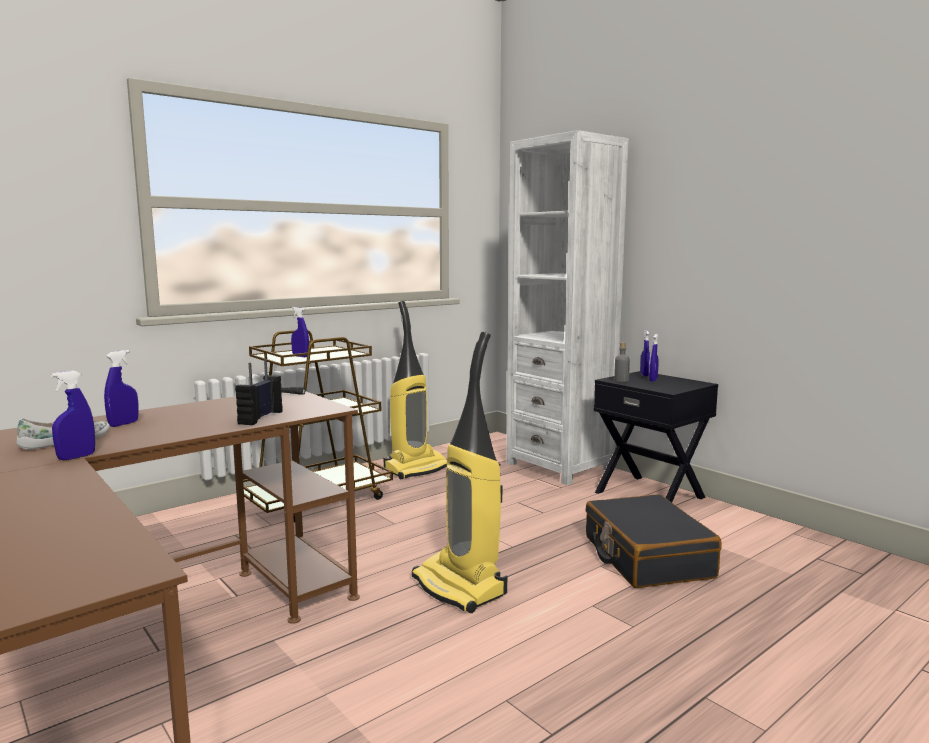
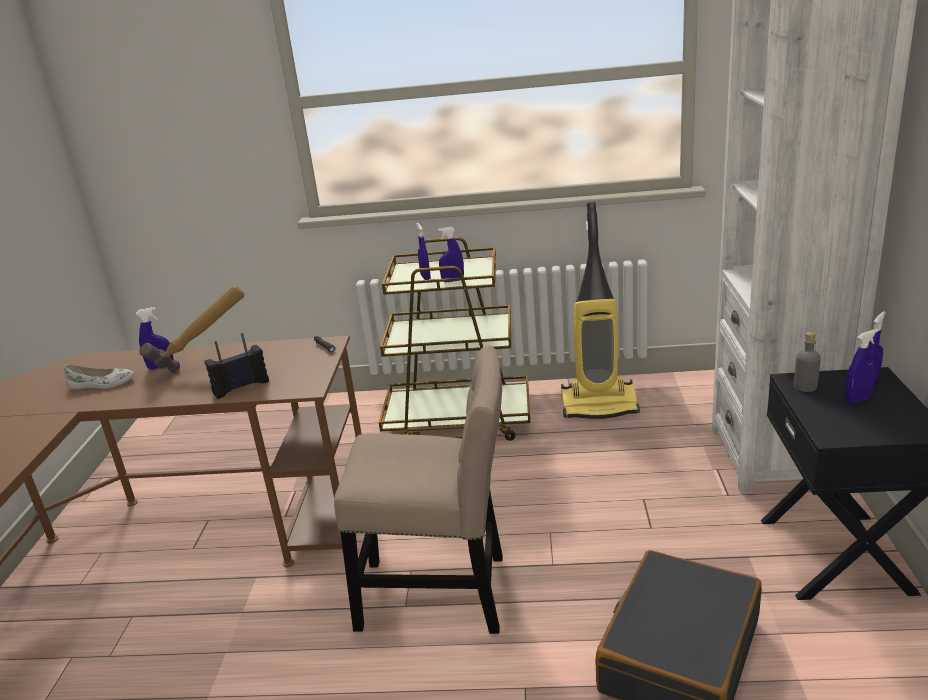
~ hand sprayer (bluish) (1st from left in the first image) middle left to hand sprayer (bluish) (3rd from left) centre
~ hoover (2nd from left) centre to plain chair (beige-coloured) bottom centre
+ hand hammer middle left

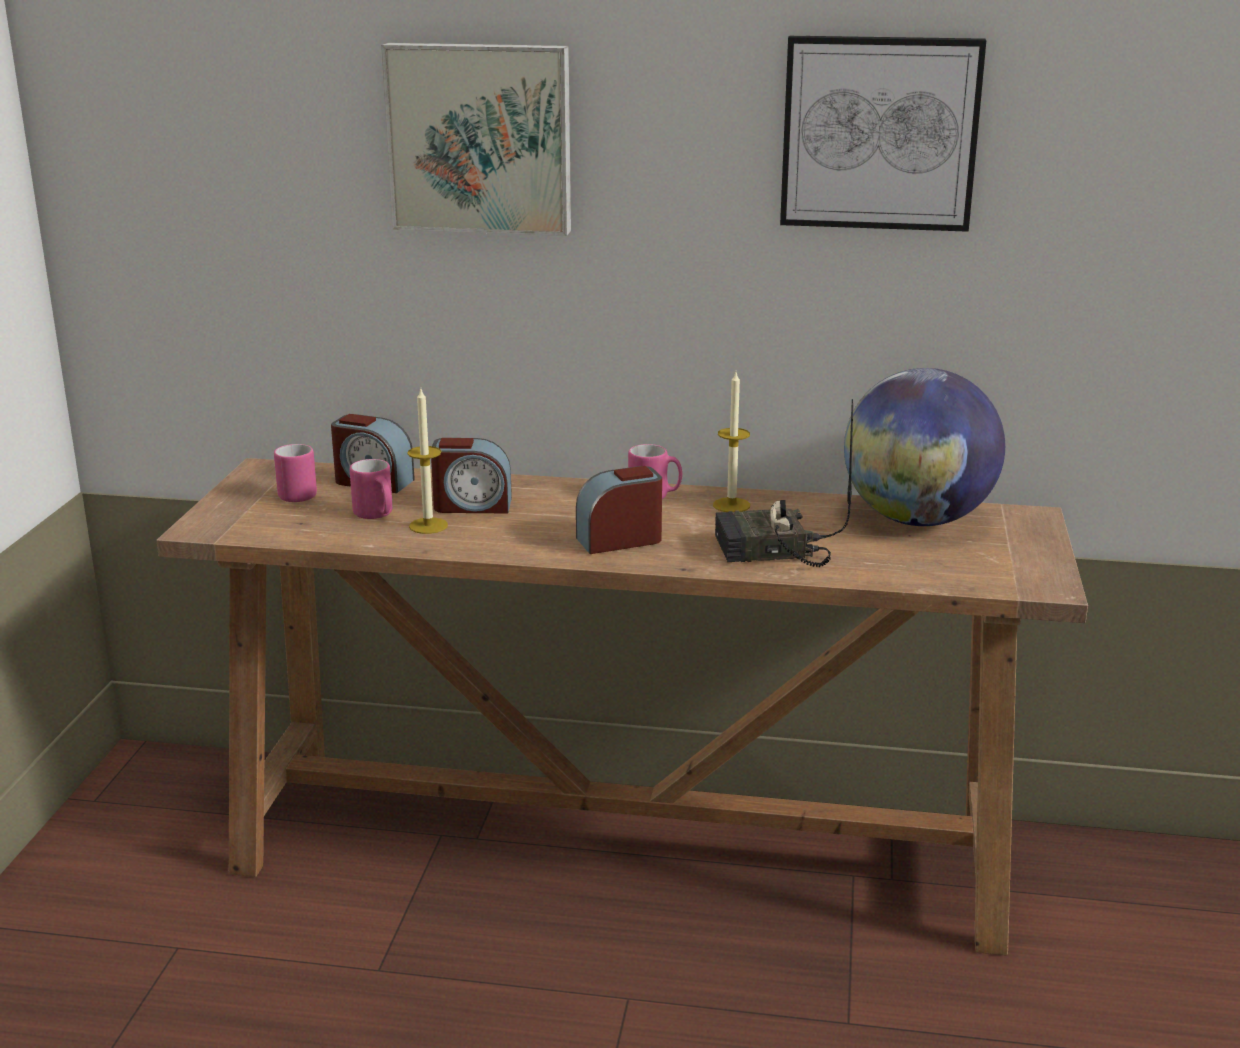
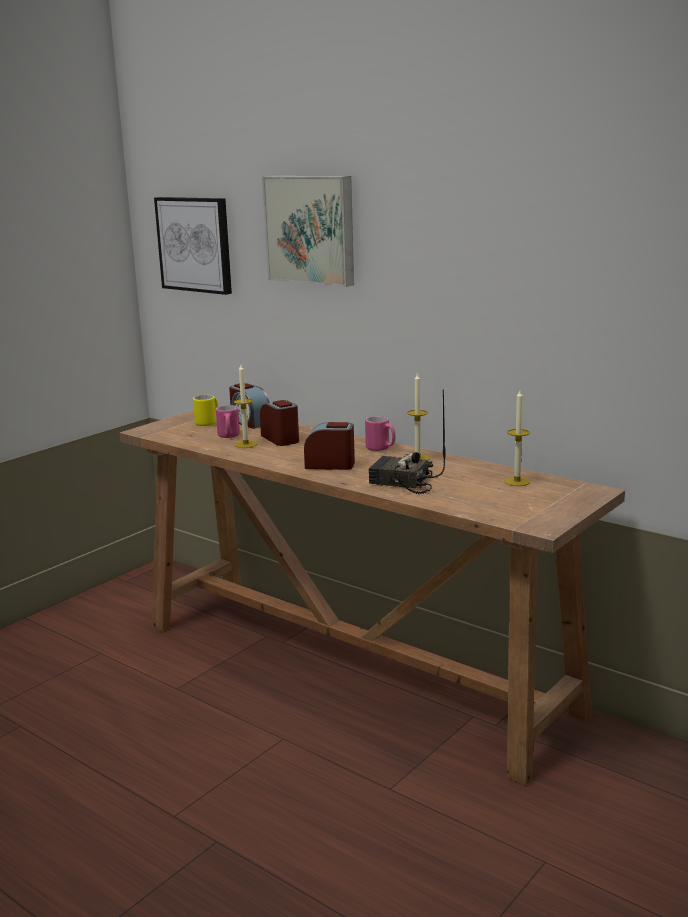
~ tea mug (pink-coloured) (1st from left) middle left to tea mug (yellow-coloured) middle left
~ alarm clock (2nd from left) centre = centre 150 degrees counterclockwise
~ picture (2nd from left in the first image) top right to picture (1st from left) top left
~ world globe middle right to wax candle (3rd from left) middle right

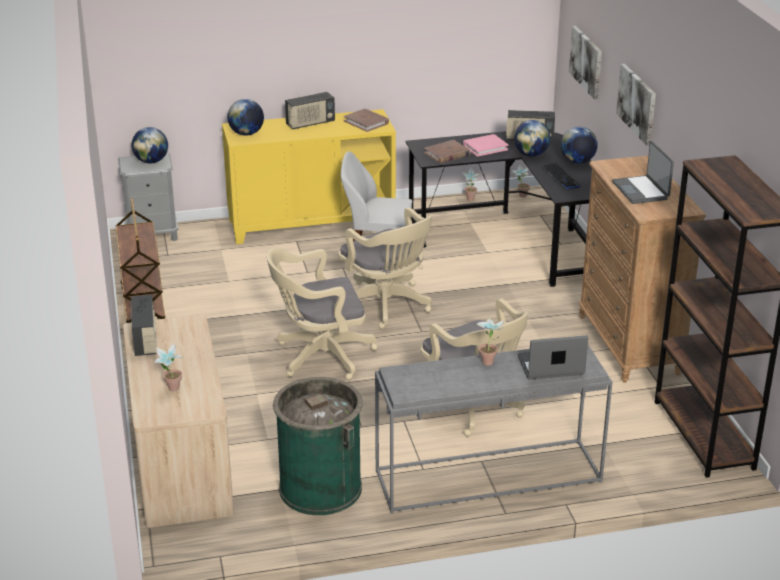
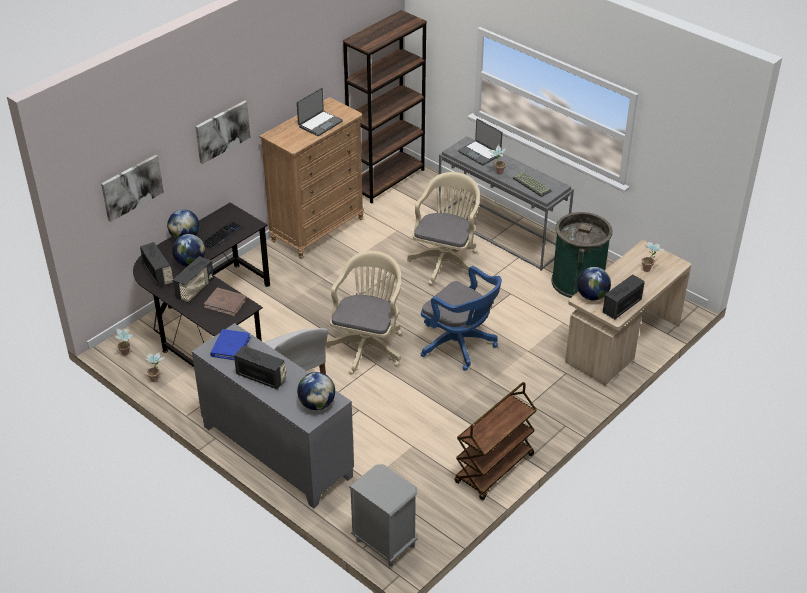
~ world globe (1st from left in the first image) top left to world globe (4th from left) middle right
~ cupboard (yellow-coloured) top centre to cupboard (greyish) bottom centre
~ office chair (beige-coloured) (1st from left) centre to office chair (bluish) centre
~ book (brown) (1st from left) top centre to book (bluish) middle left
~ book (pink-coloured) top centre to radio receiver (2nd from left) middle left
+ computer keyboard (2nd from left) top centre

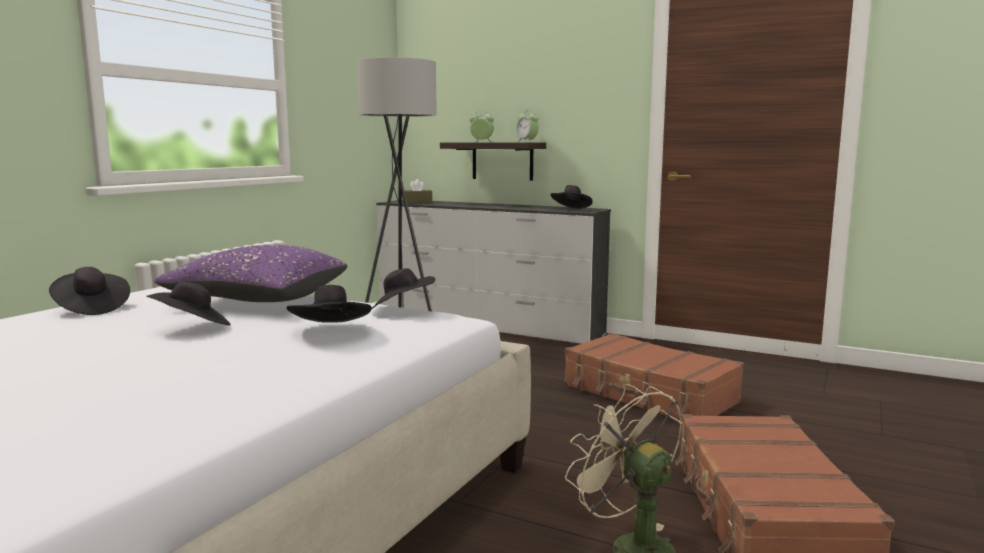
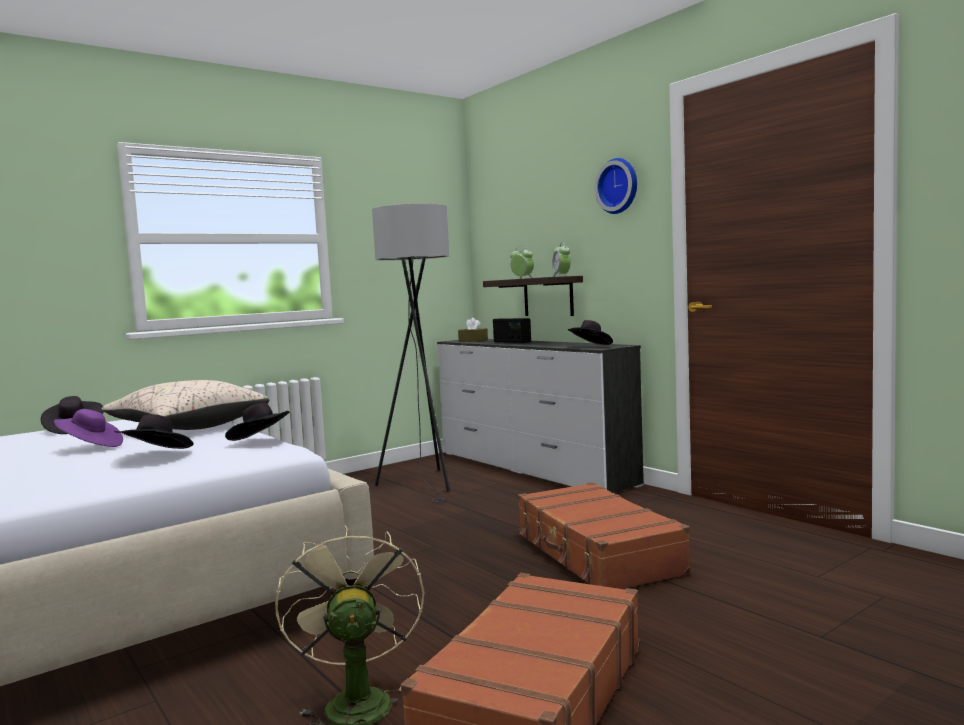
~ hat (black-coloured) (2nd from left) middle left to hat (purplish) middle left
~ pillow (purplish) middle left to pillow (beige-coloured) middle left
+ radio receiver centre
+ clock on the wall top centre

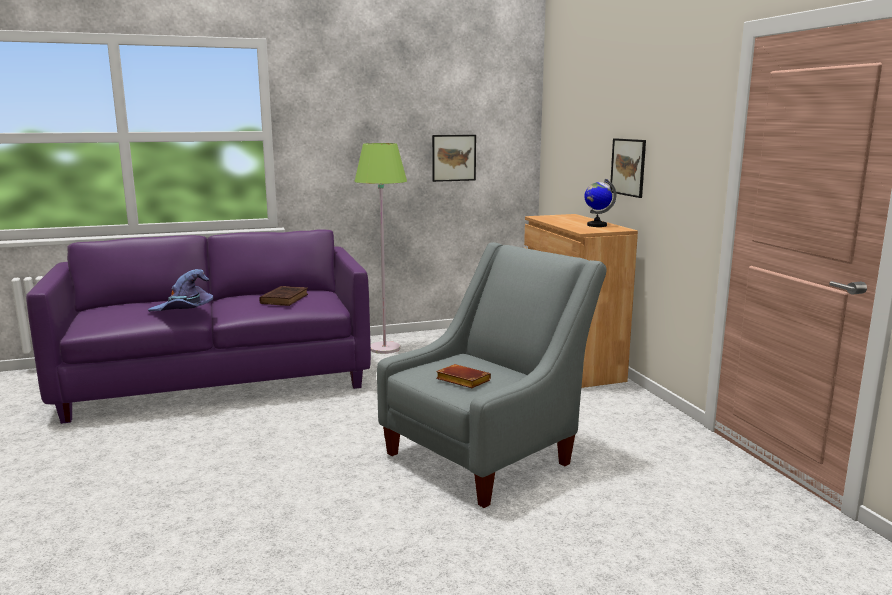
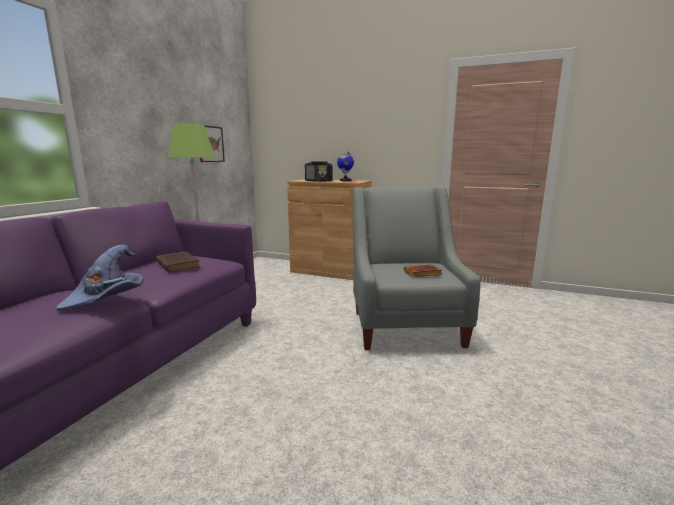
- picture (2nd from left) top right
+ radio receiver centre

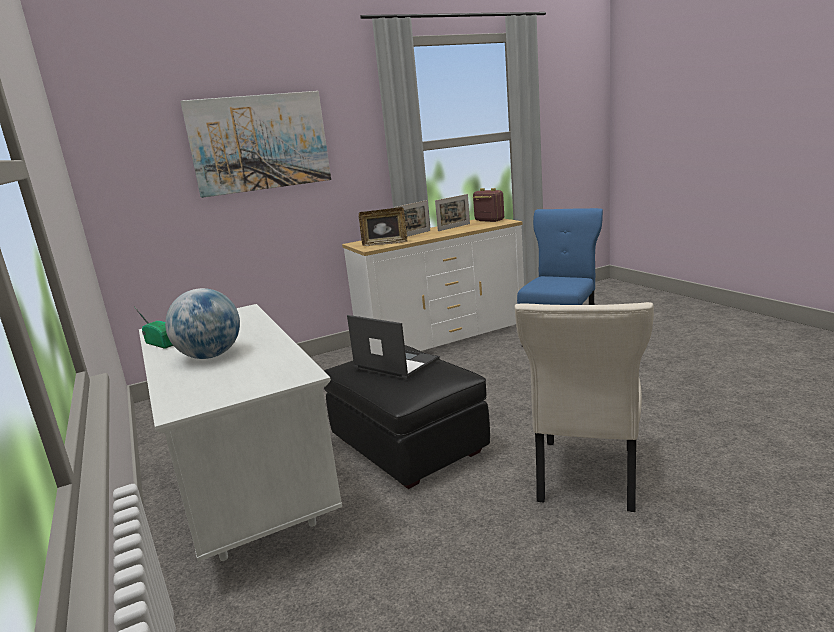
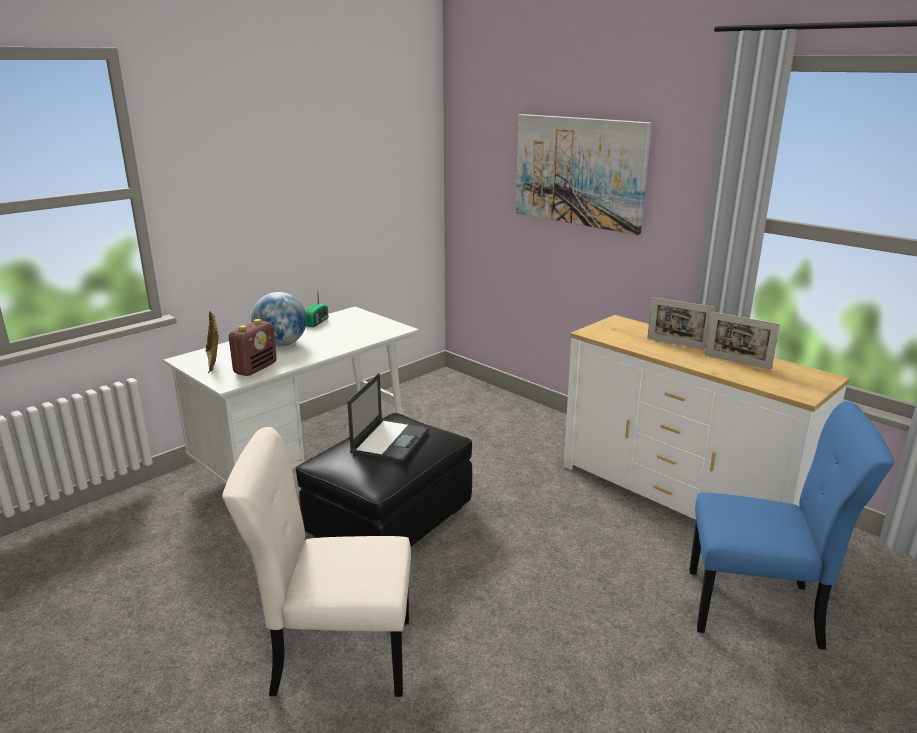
~ photo frame (1st from left) centre to middle left
~ radio receiver (2nd from left in the first image) top centre to radio receiver (1st from left) middle left

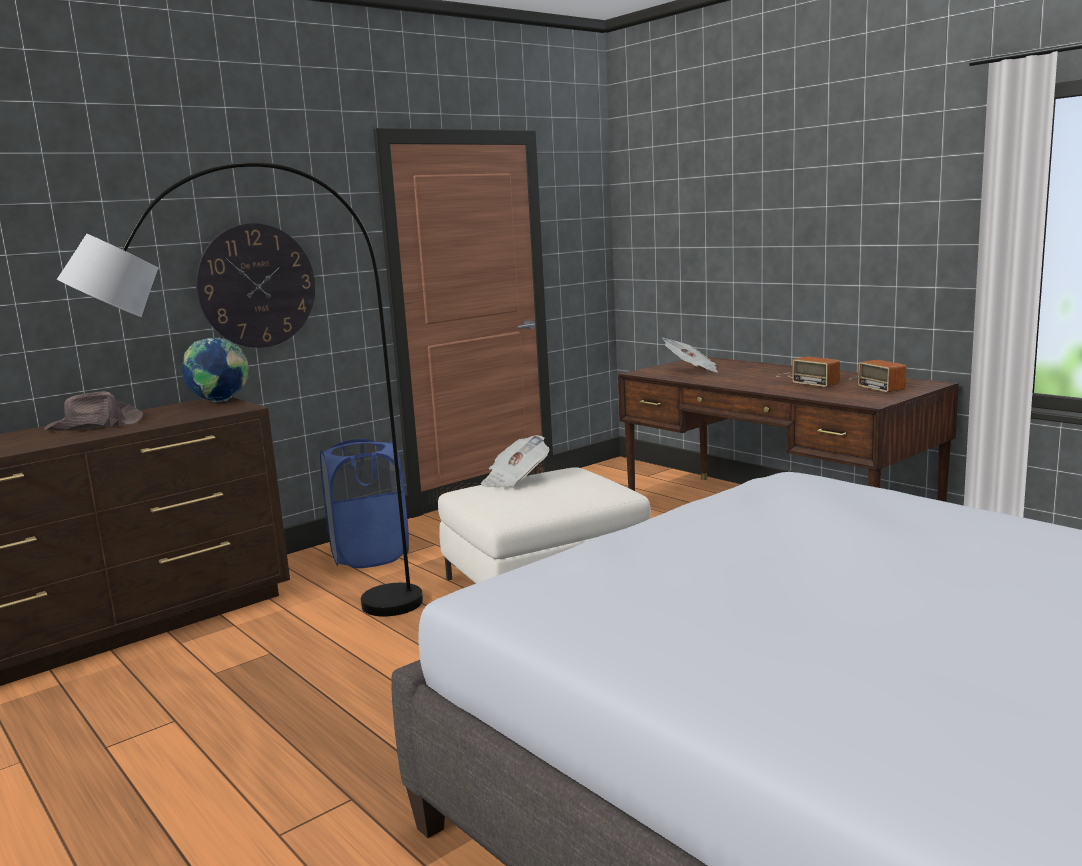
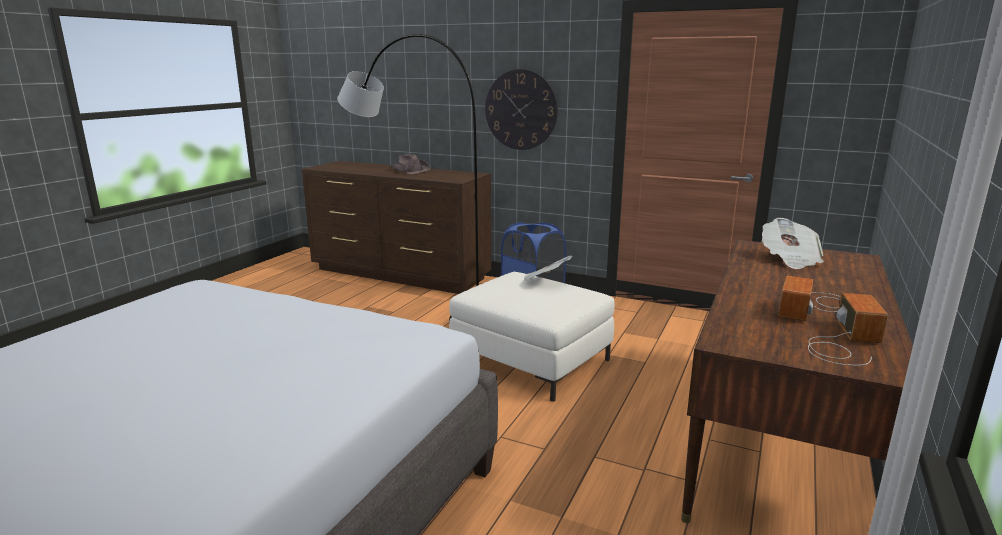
- world globe middle left
~ radio receiver (2nd from left) middle right = middle right 150 degrees clockwise

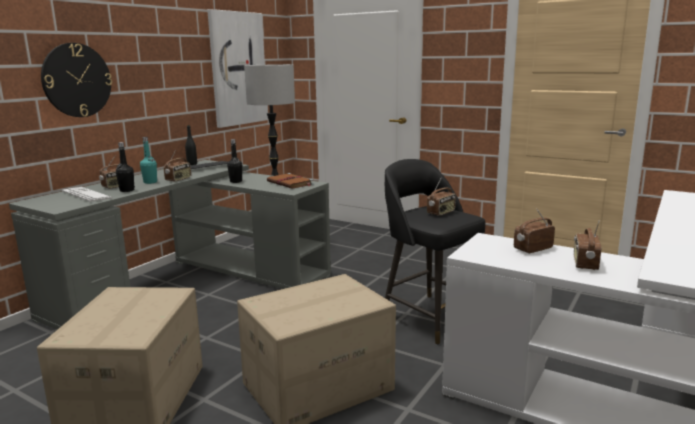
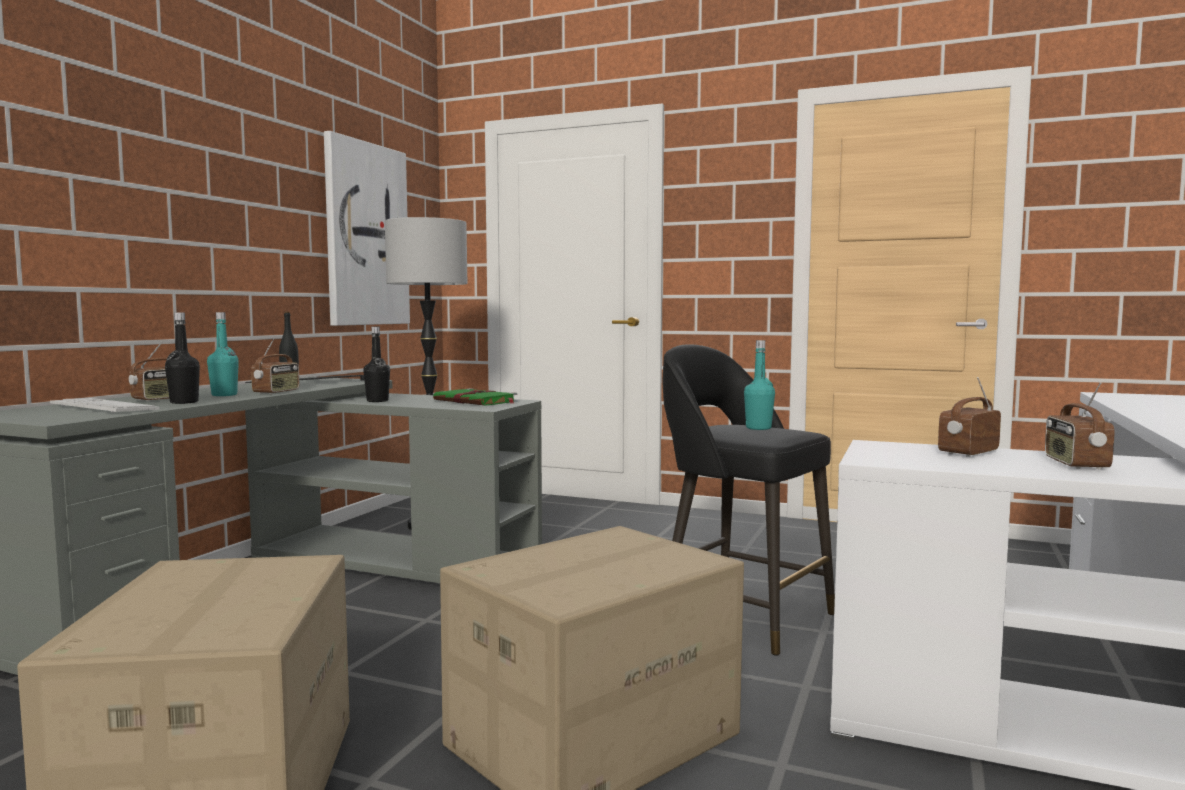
- clock on the wall top left
~ book (brown) centre to book (green-coloured) centre
~ radio receiver (3rd from left) centre to bottle (turquoise-coloured) (2nd from left) centre

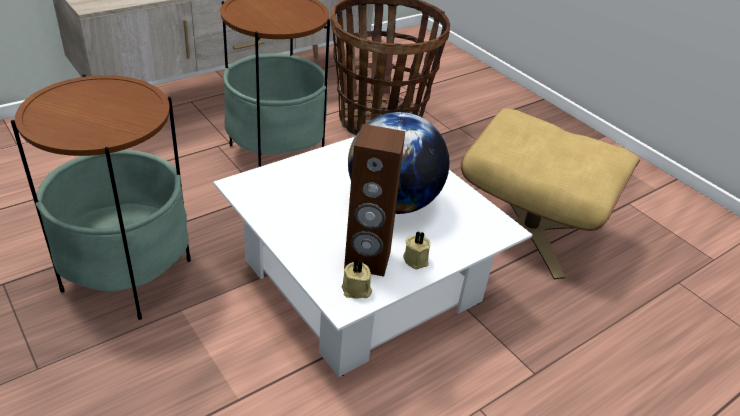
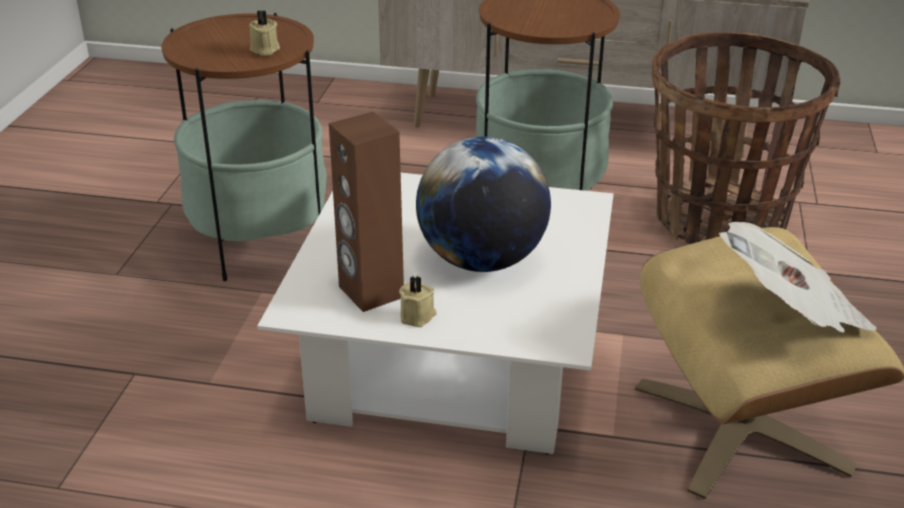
~ wax candle (beige-coloured) (1st from left) bottom centre to top left
+ printed paper middle right

